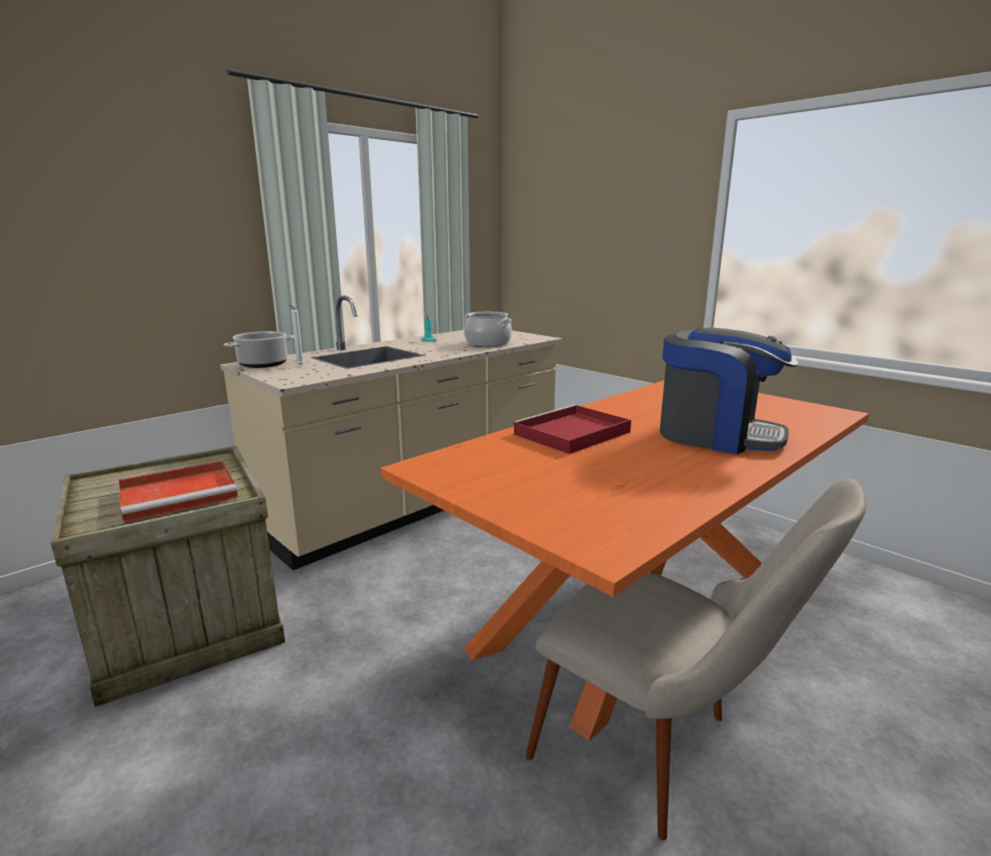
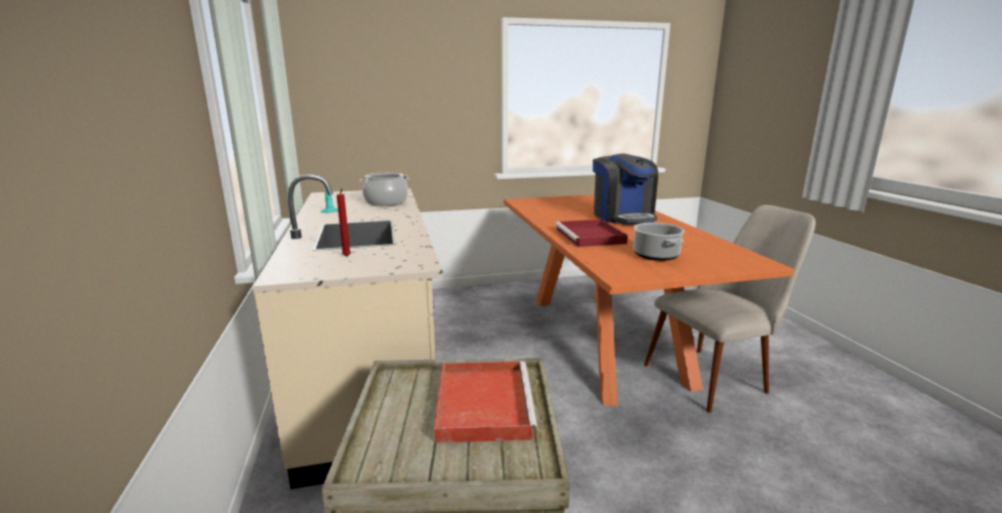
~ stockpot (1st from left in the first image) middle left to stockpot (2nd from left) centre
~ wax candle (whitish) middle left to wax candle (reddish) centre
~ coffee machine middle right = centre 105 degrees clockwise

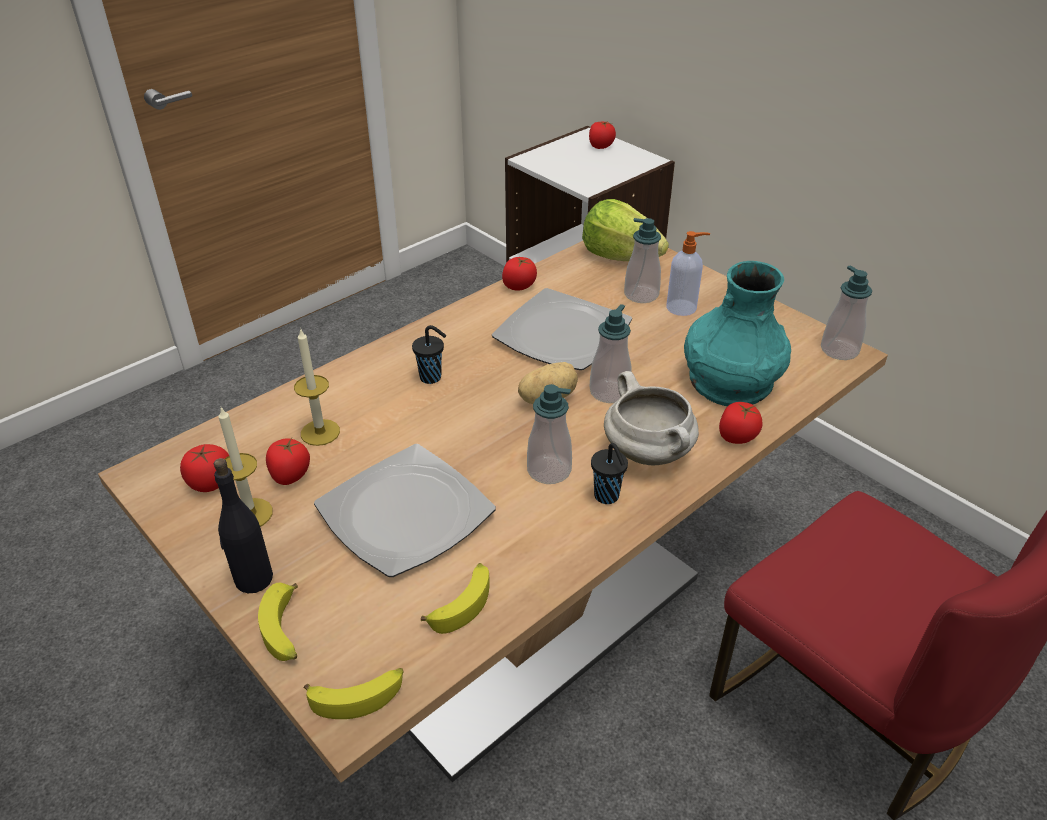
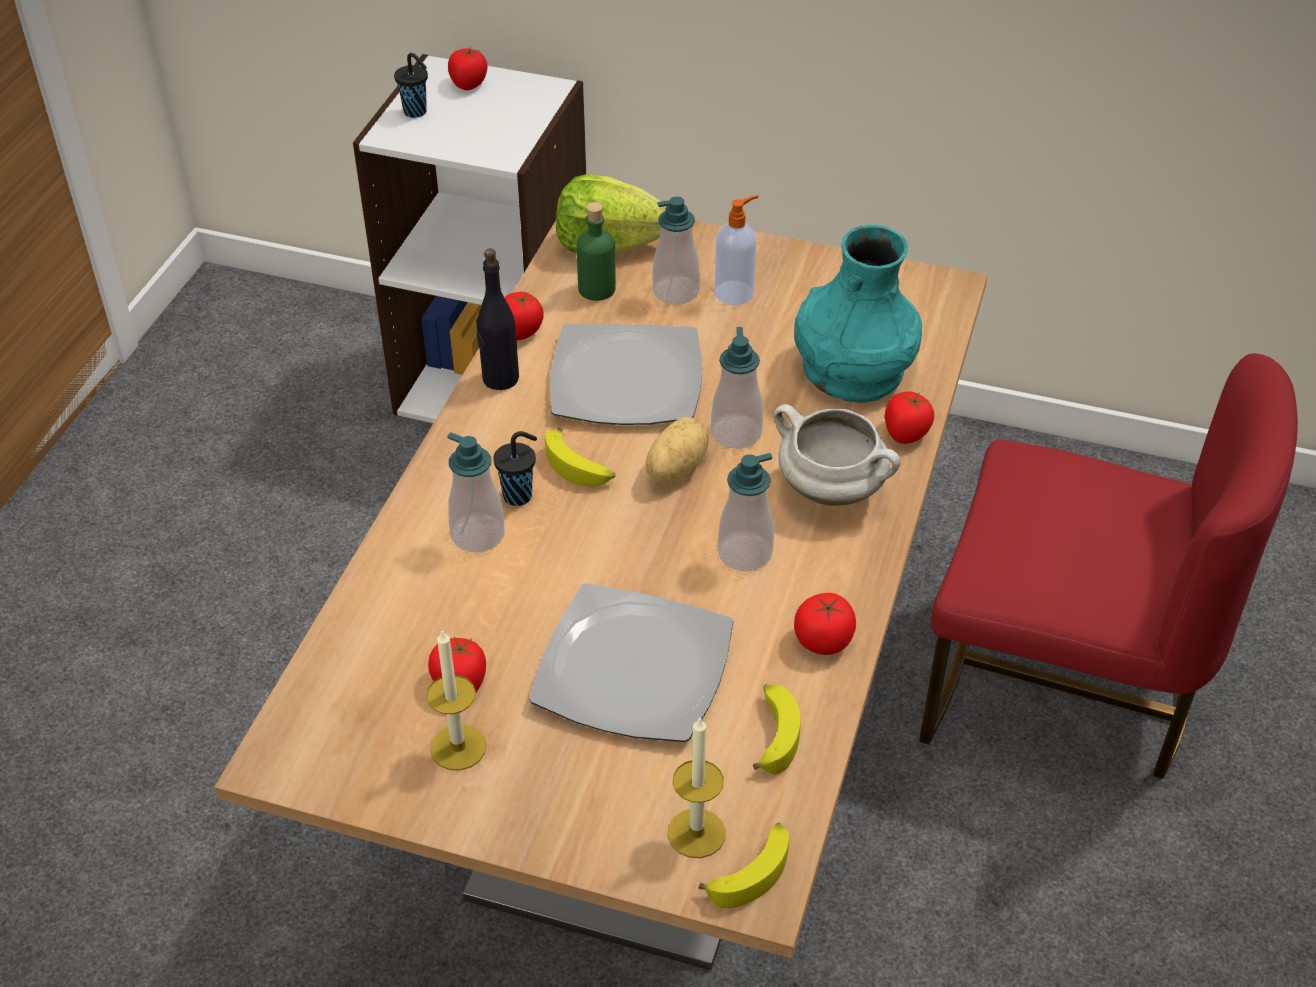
~ fresh tomato (1st from left in the first image) middle left to fresh tomato (4th from left) centre
~ bottle (black-coloured) middle left to top centre
~ whole banana (1st from left) bottom left to centre
~ wax candle (2nd from left) middle left to bottom centre
~ small cup (black-coloured) (2nd from left in the first image) centre to small cup (black-coloured) (1st from left) top left
~ soap bottle (5th from left in the first image) middle right to soap bottle (1st from left) centre
+ bottle (green-coloured) top centre

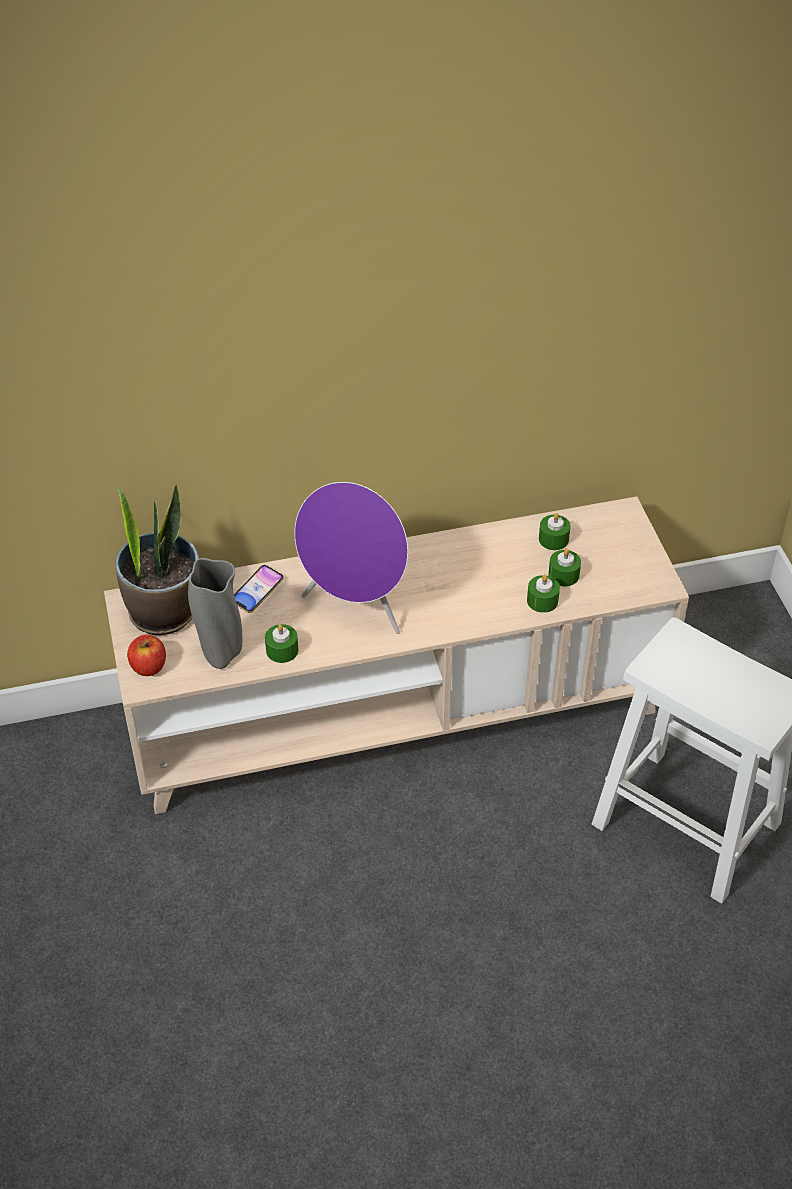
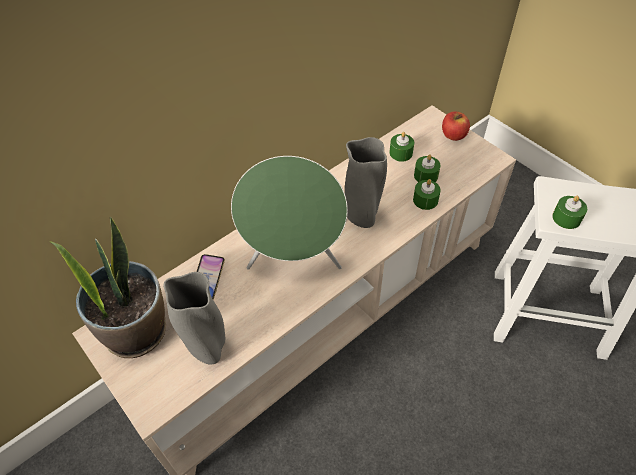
~ apple fruit middle left to top right
~ wax candle (green-coloured) (1st from left in the first image) centre to wax candle (green-coloured) (4th from left) middle right
~ audio speaker (purplish) centre to audio speaker (green-coloured) centre
+ decorative vase (greyish) (2nd from left) centre

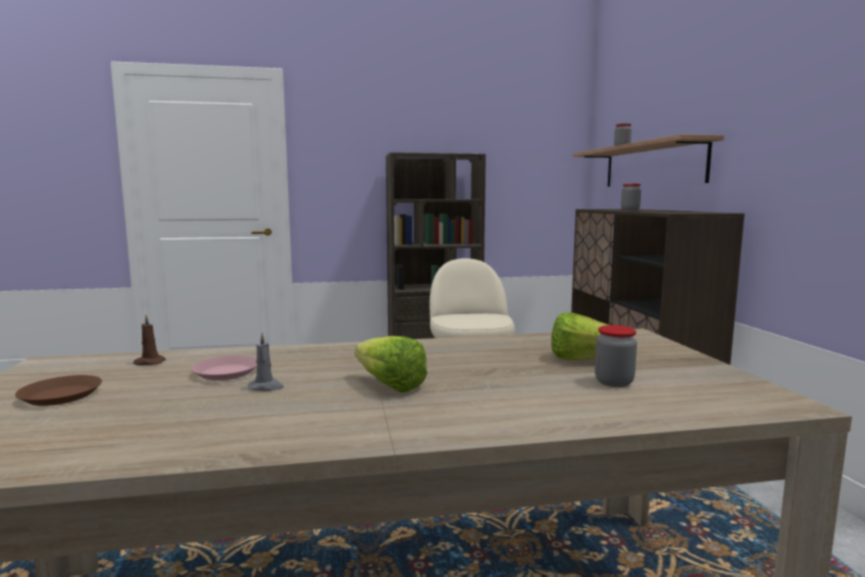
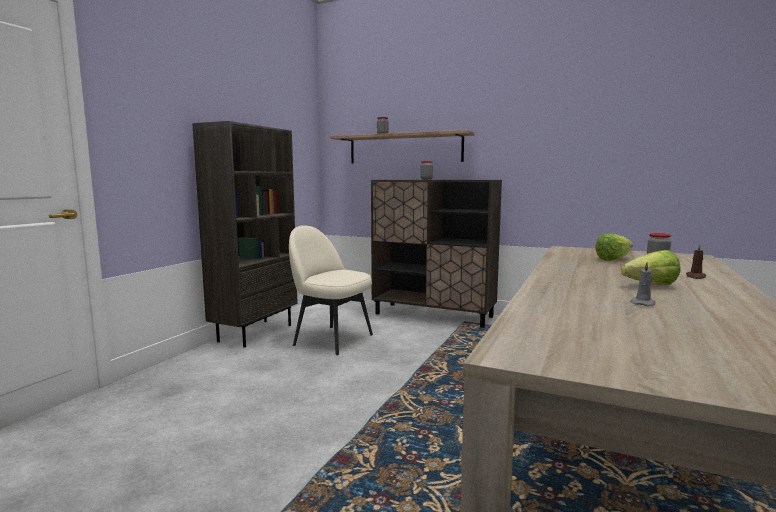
- plate (brown) bottom left
~ wax candle (brown) middle left to middle right
- plate (pink-coloured) middle left

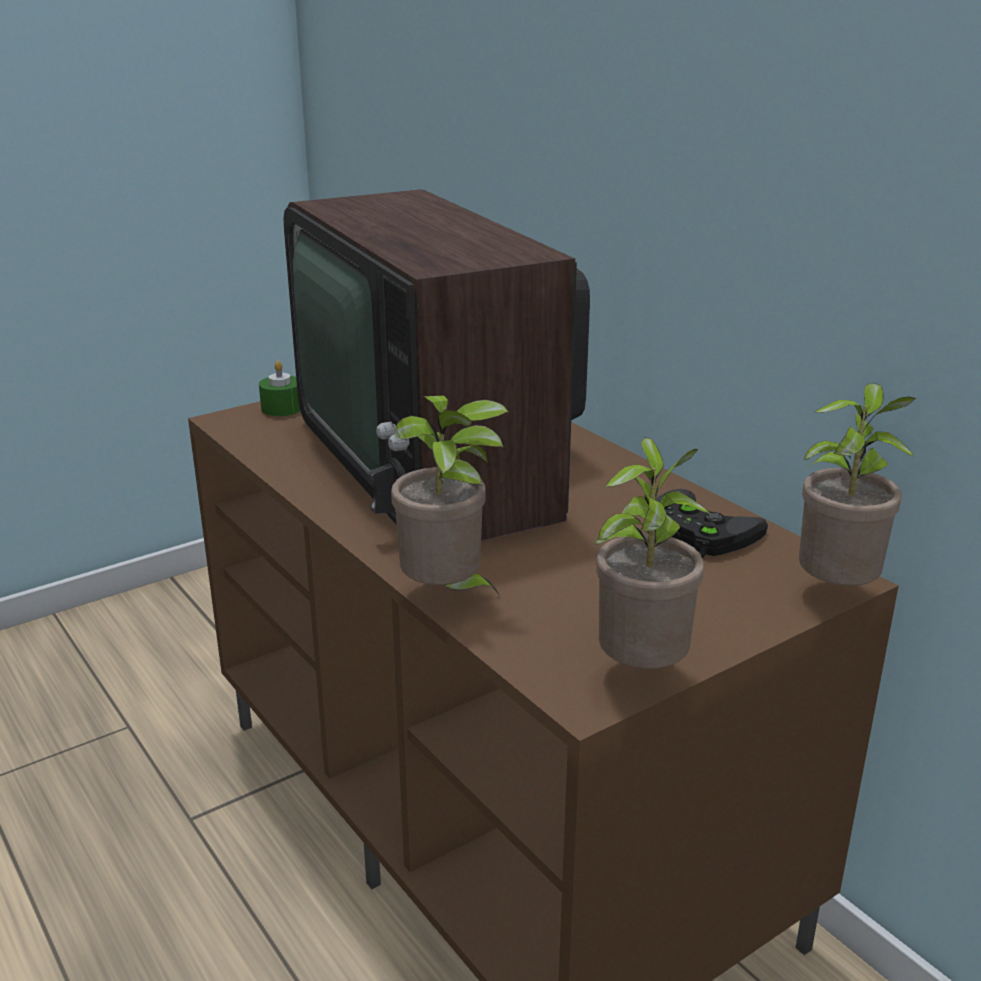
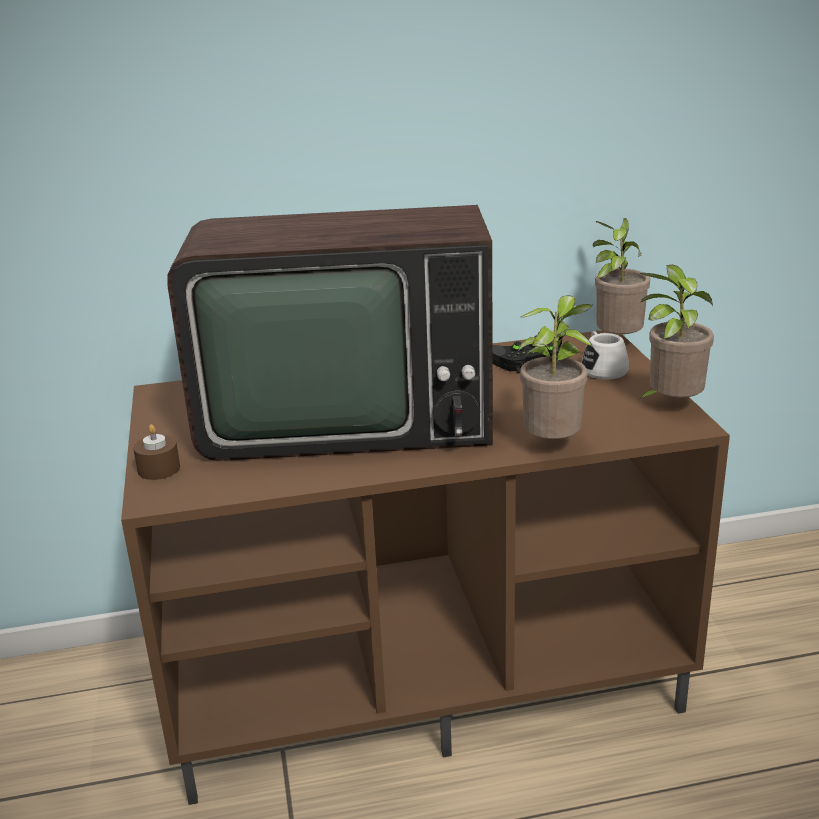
~ wax candle (green-coloured) middle left to wax candle (brown) middle left
+ tea mug (whitish) middle right

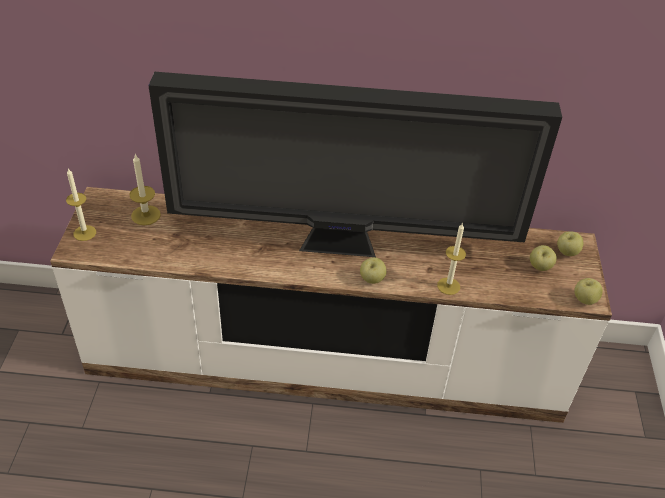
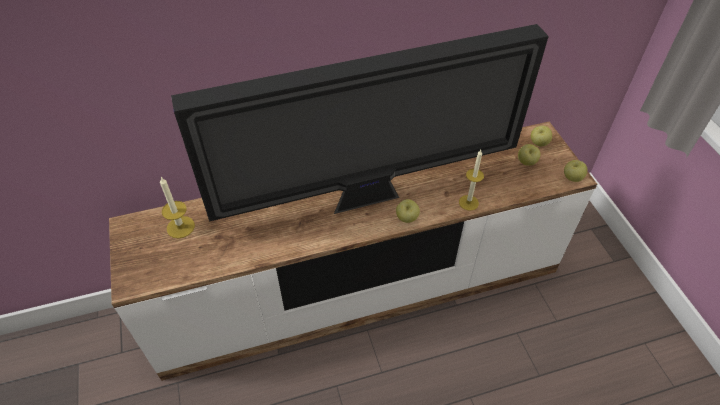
- wax candle (1st from left) middle left

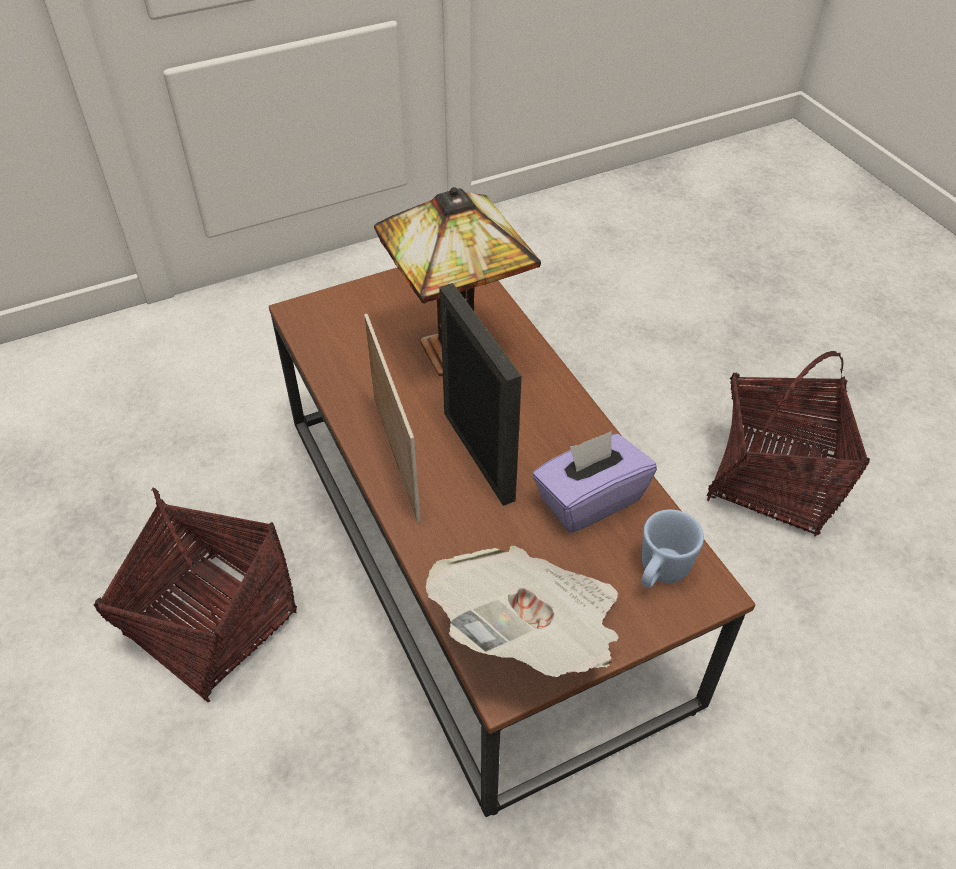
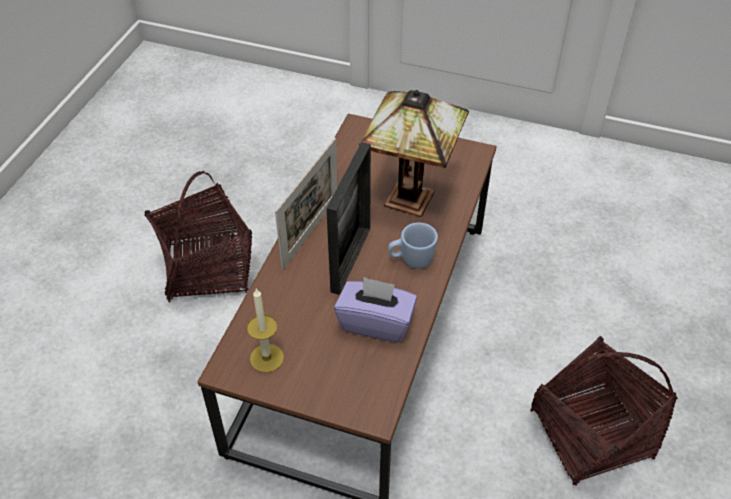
~ printed paper bottom centre to wax candle centre
~ tea mug (bluish) middle right to centre

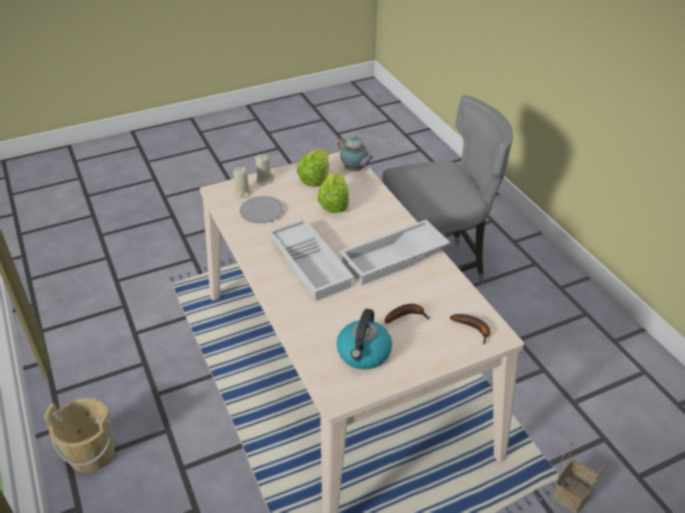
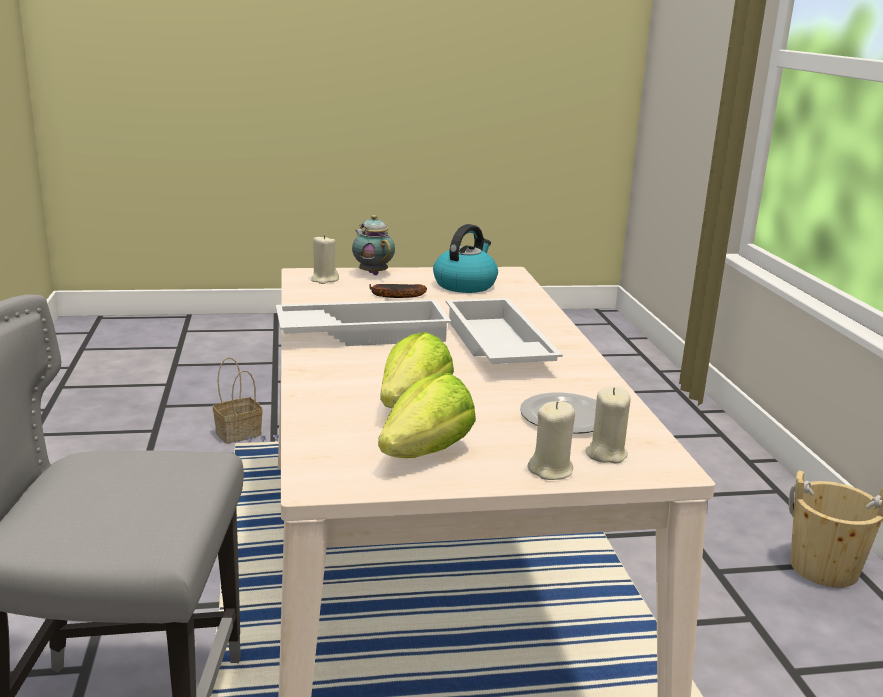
~ teapot top centre to centre
~ whole banana (2nd from left) middle right to wax candle (beige-coloured) (1st from left) centre

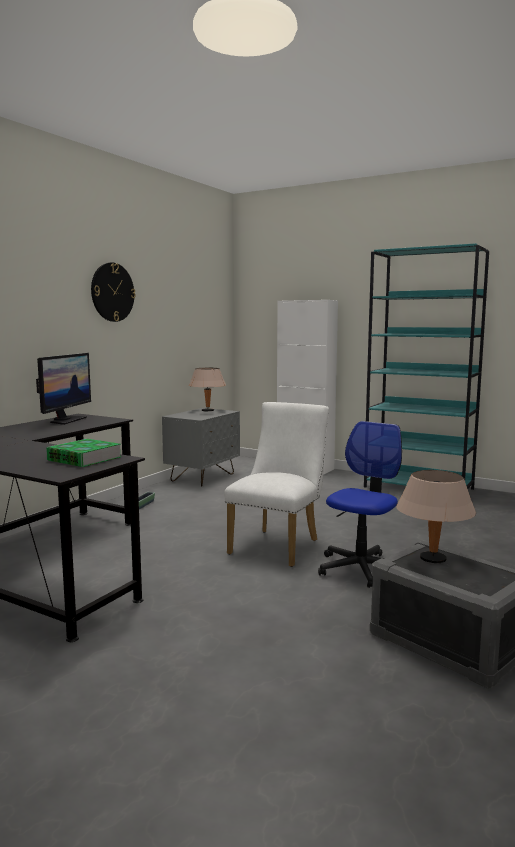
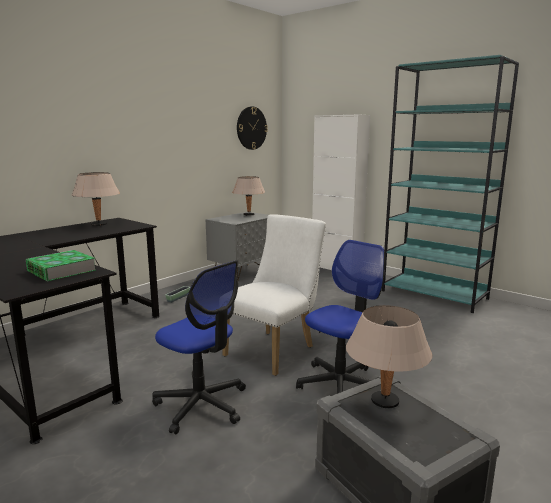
~ computer screen middle left to table lamp (beige-coloured) (1st from left) middle left
~ clock on the wall middle left to top centre
+ office chair (1st from left) bottom centre

